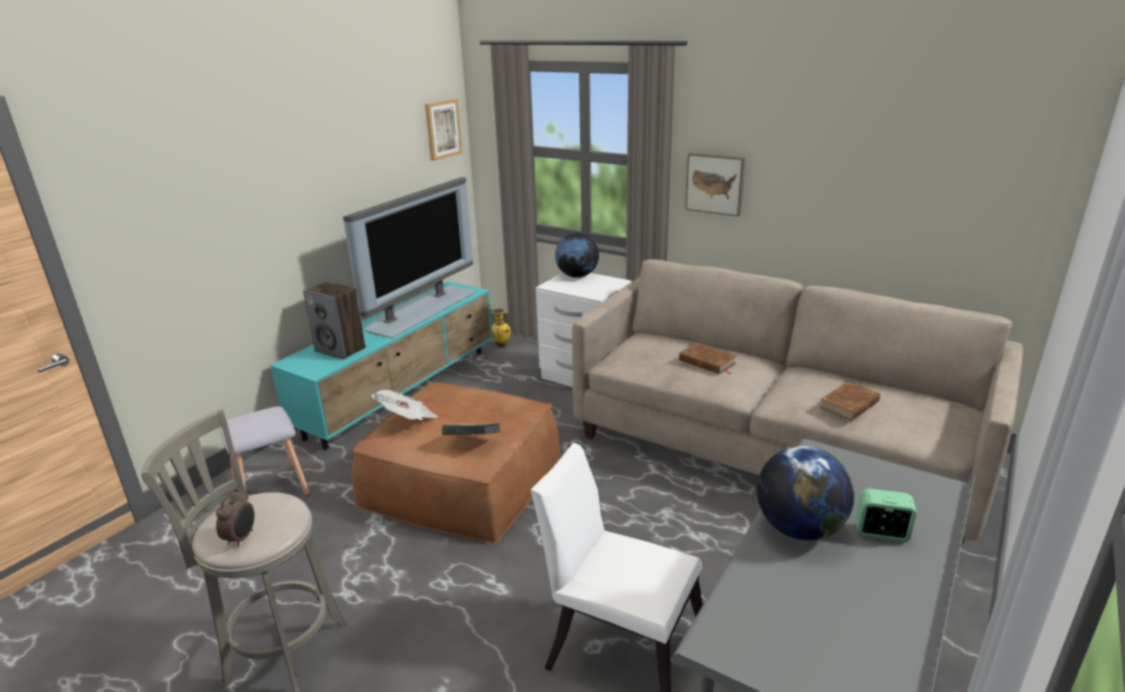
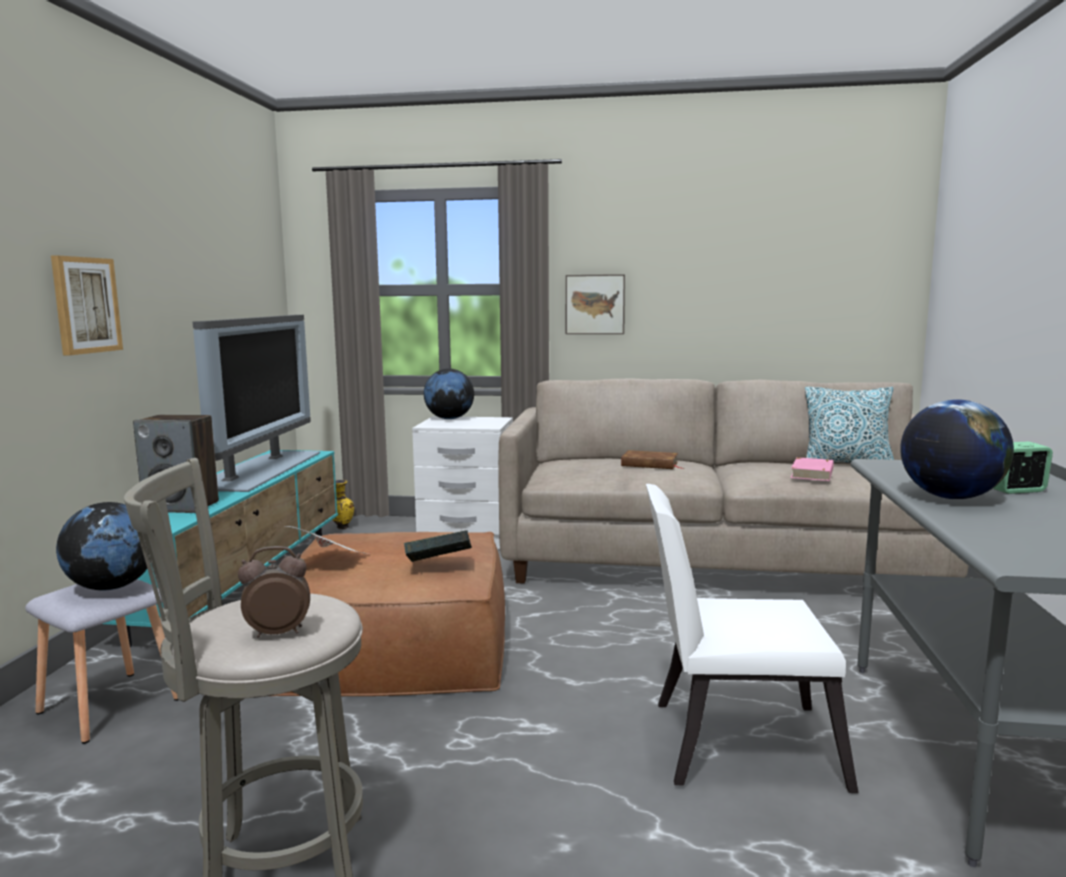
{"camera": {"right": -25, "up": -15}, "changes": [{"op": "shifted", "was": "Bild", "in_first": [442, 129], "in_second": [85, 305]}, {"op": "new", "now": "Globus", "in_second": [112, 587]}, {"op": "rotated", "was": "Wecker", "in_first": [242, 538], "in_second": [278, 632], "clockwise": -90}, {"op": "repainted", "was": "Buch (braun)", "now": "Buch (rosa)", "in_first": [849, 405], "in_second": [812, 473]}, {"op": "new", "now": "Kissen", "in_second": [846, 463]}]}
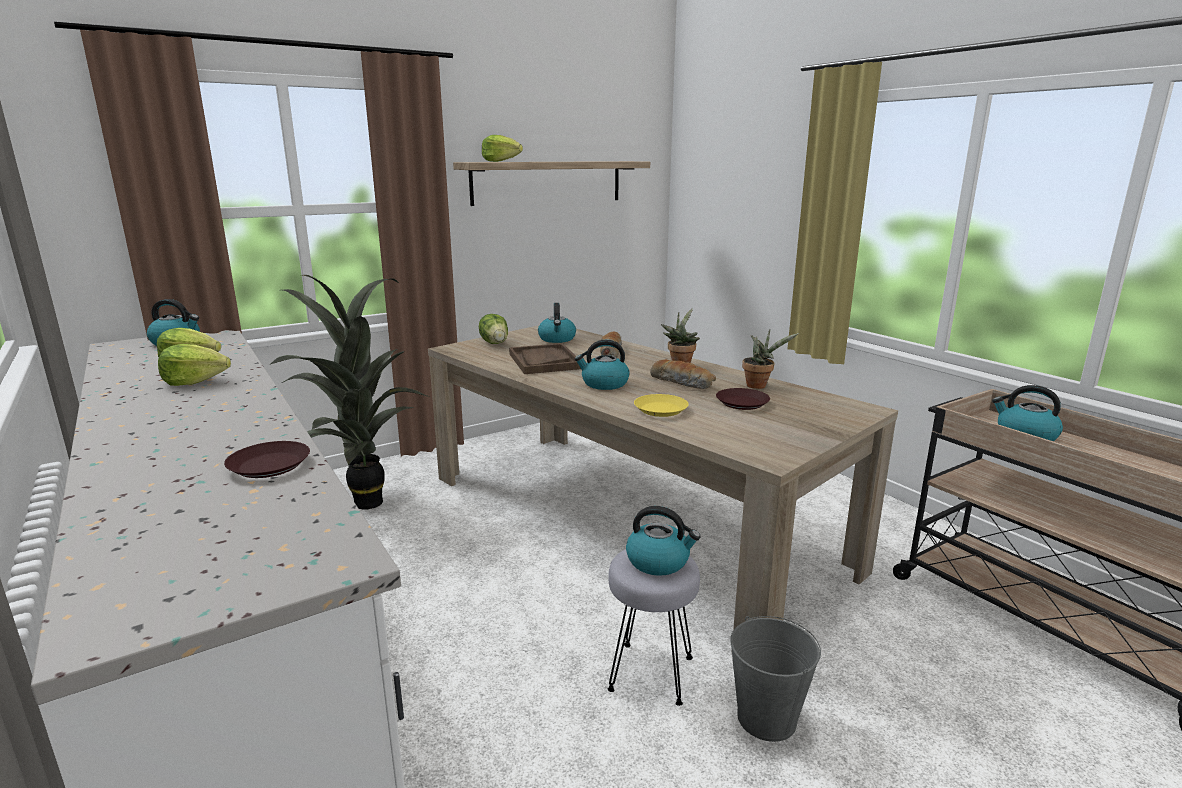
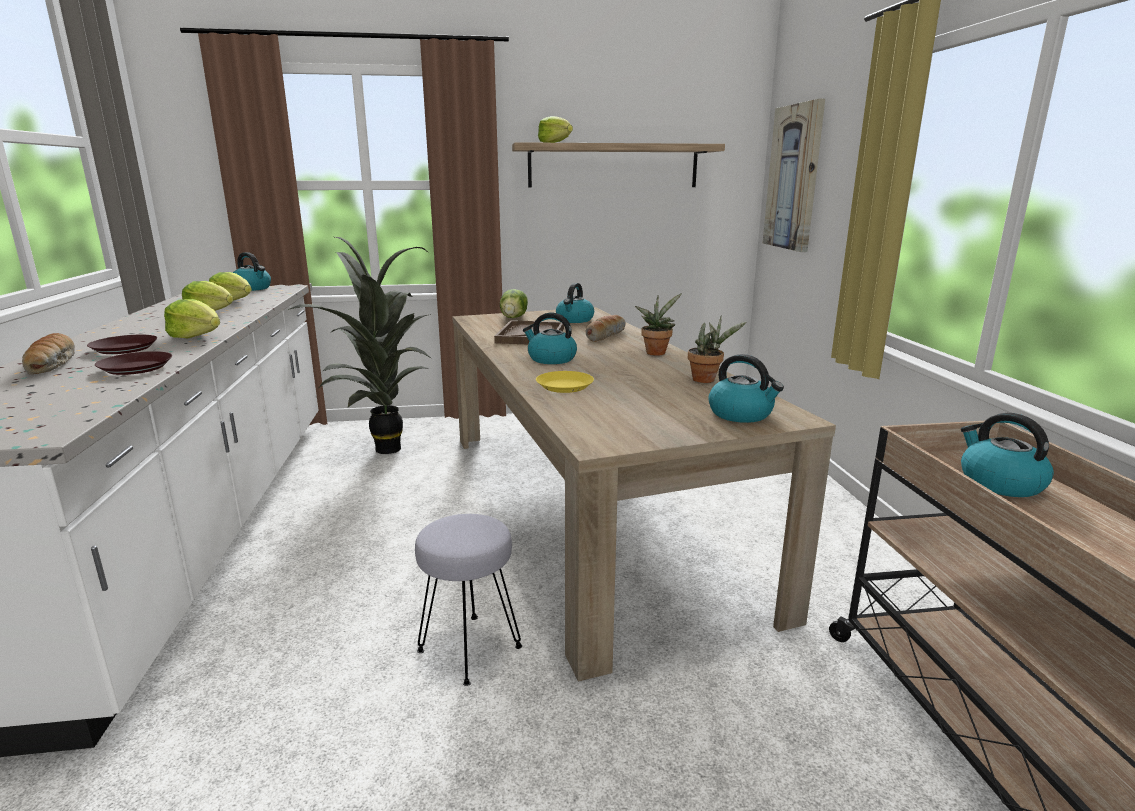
{"camera": {"right": 25, "up": 0}, "changes": [{"op": "shifted", "was": "Brot", "in_first": [682, 382], "in_second": [53, 365]}, {"op": "shifted", "was": "Teller (braun)", "in_first": [742, 403], "in_second": [125, 349]}, {"op": "new", "now": "Salatkopf", "in_second": [196, 336]}, {"op": "shifted", "was": "Wasserkessel", "in_first": [659, 561], "in_second": [741, 414]}, {"op": "new", "now": "Bild", "in_second": [794, 178]}, {"op": "gone", "was": "Eimer (grau)", "in_first": [766, 718]}]}
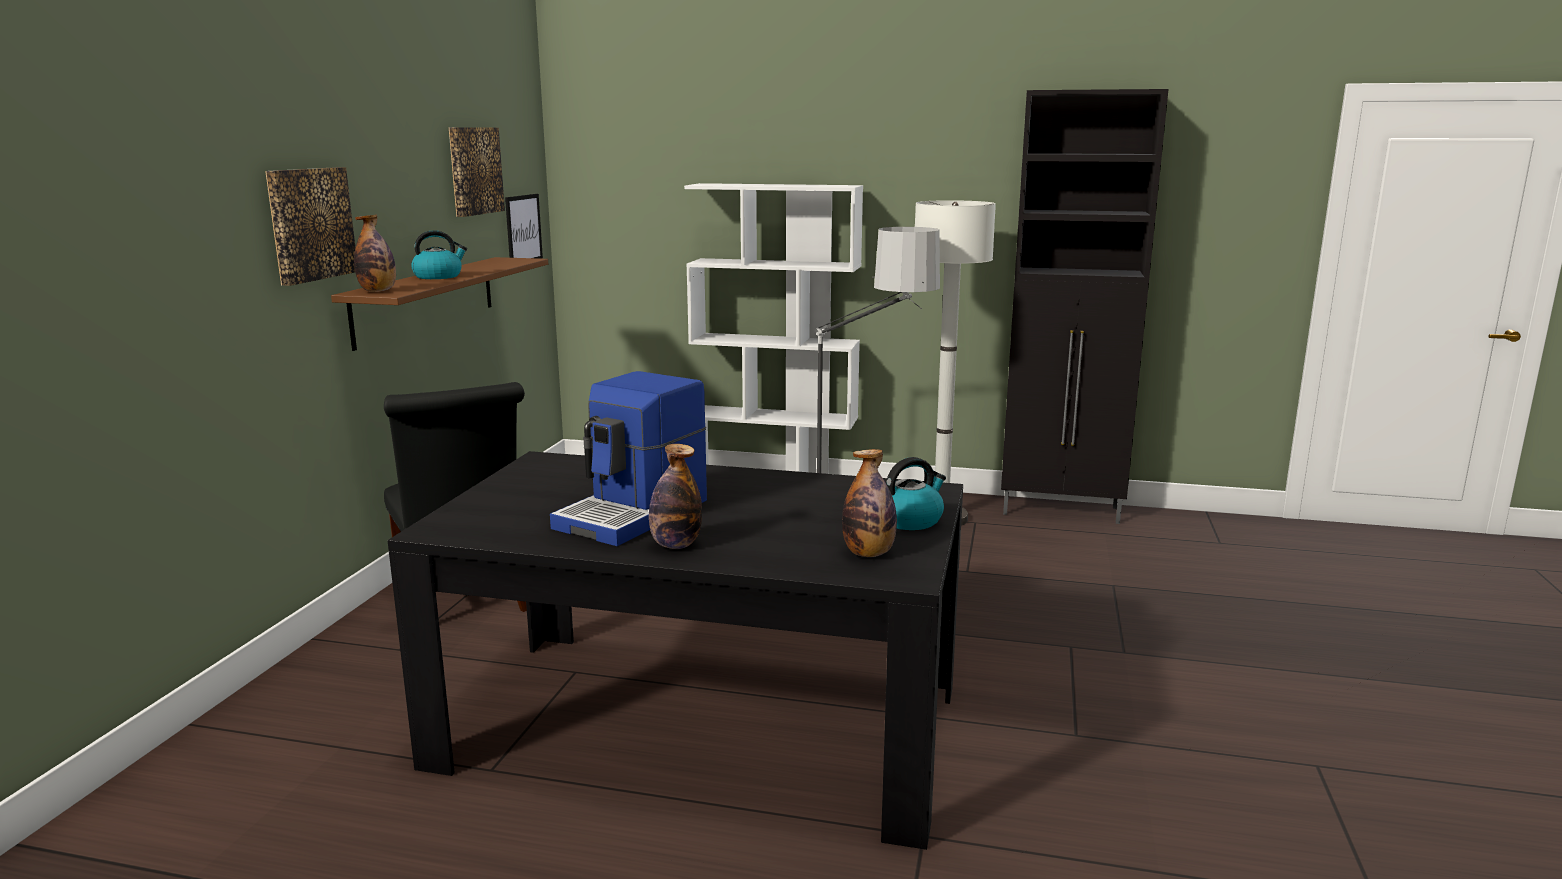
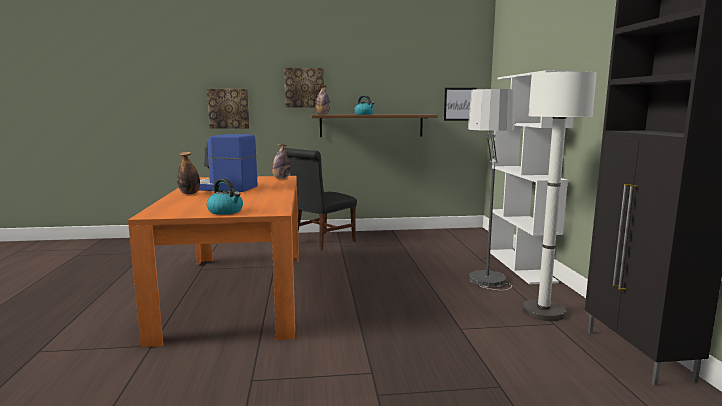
{"camera": {"right": 70, "up": -5}, "changes": [{"op": "repainted", "was": "Esstisch (schwarz)", "now": "Esstisch (orange)", "in_first": [702, 726], "in_second": [238, 292]}, {"op": "shifted", "was": "Bild", "in_first": [474, 171], "in_second": [228, 108]}, {"op": "shifted", "was": "Flasche", "in_first": [868, 553], "in_second": [281, 178]}]}
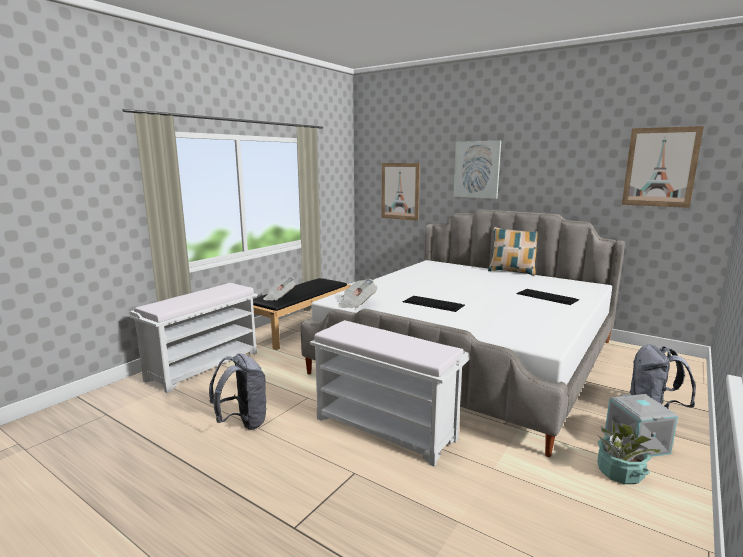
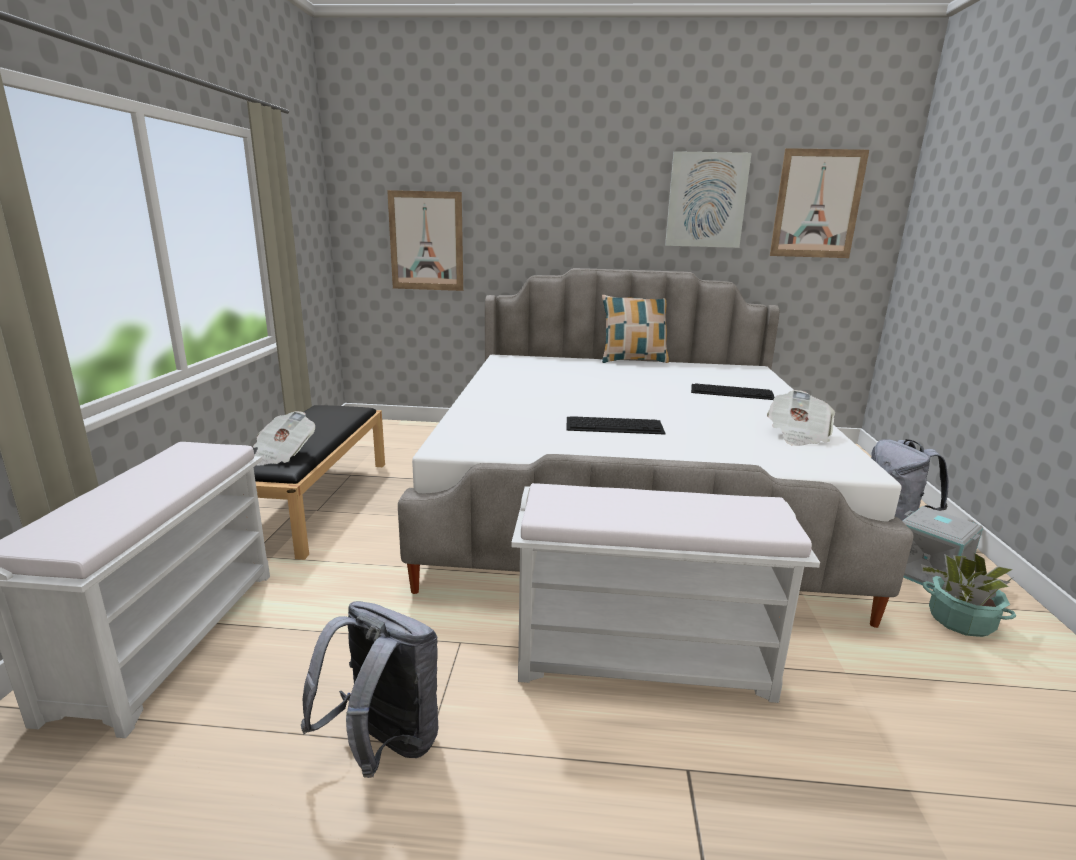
{"camera": {"right": -30, "up": 5}, "changes": [{"op": "shifted", "was": "Bild", "in_first": [477, 169], "in_second": [706, 200]}, {"op": "shifted", "was": "Zeitung", "in_first": [356, 304], "in_second": [797, 435]}]}
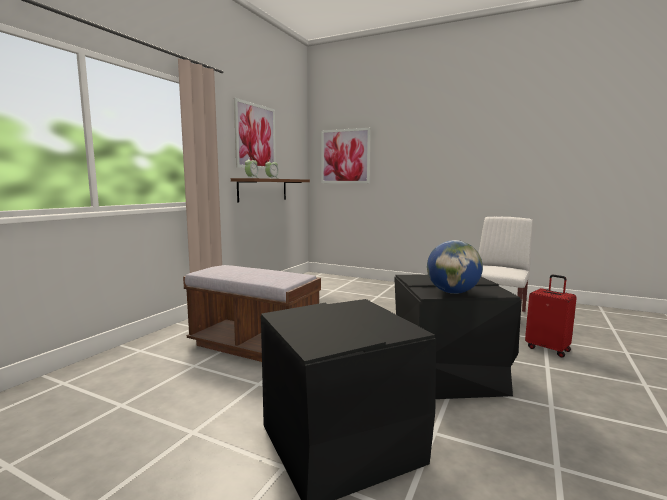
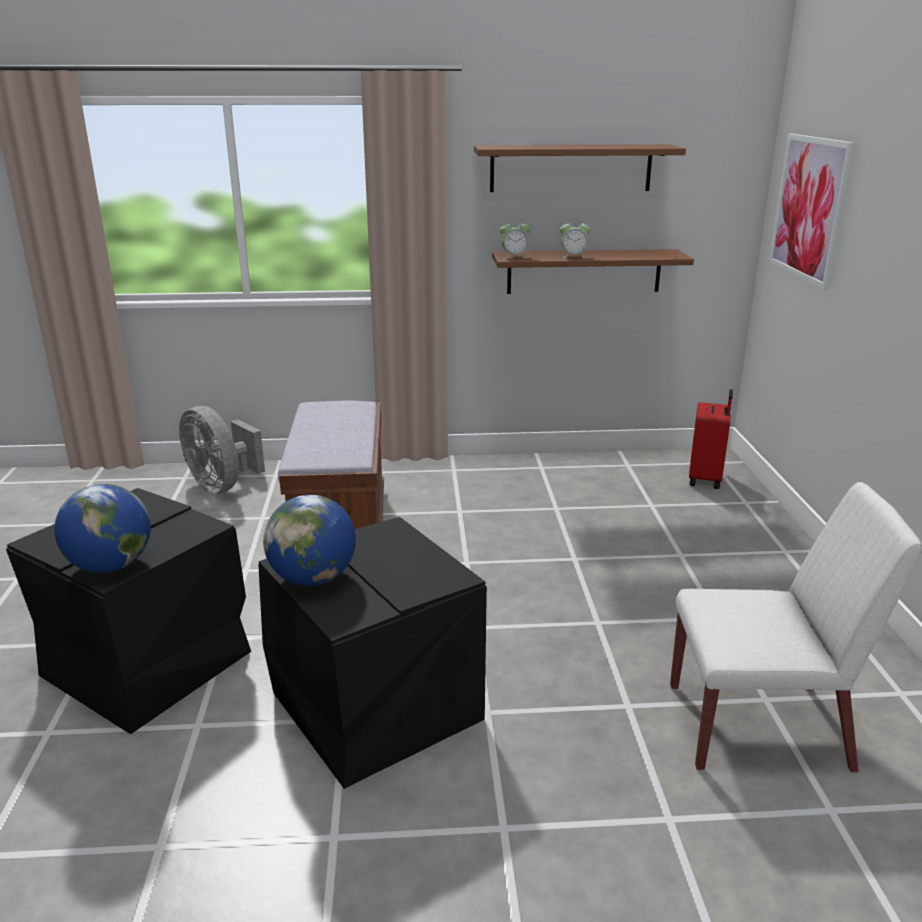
{"camera": {"right": 60, "up": 15}, "changes": [{"op": "new", "now": "Globus", "in_second": [111, 566]}, {"op": "new", "now": "Ventilator (grau)", "in_second": [222, 485]}, {"op": "swapped", "was": "Bild", "now": "Wandregal (braun)", "in_first": [255, 136], "in_second": [570, 168]}, {"op": "shifted", "was": "Koffer (rot)", "in_first": [548, 349], "in_second": [706, 479]}]}
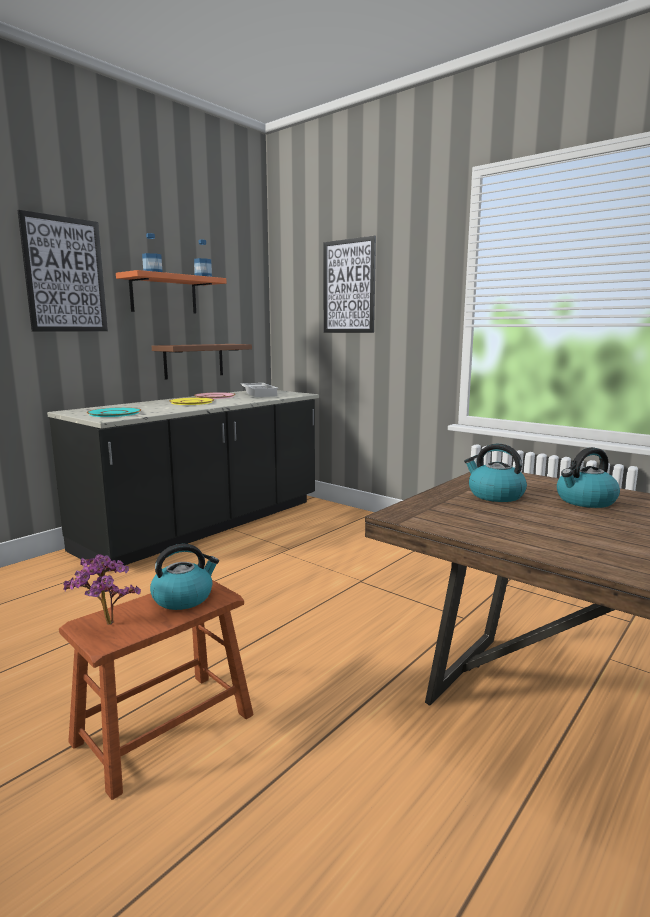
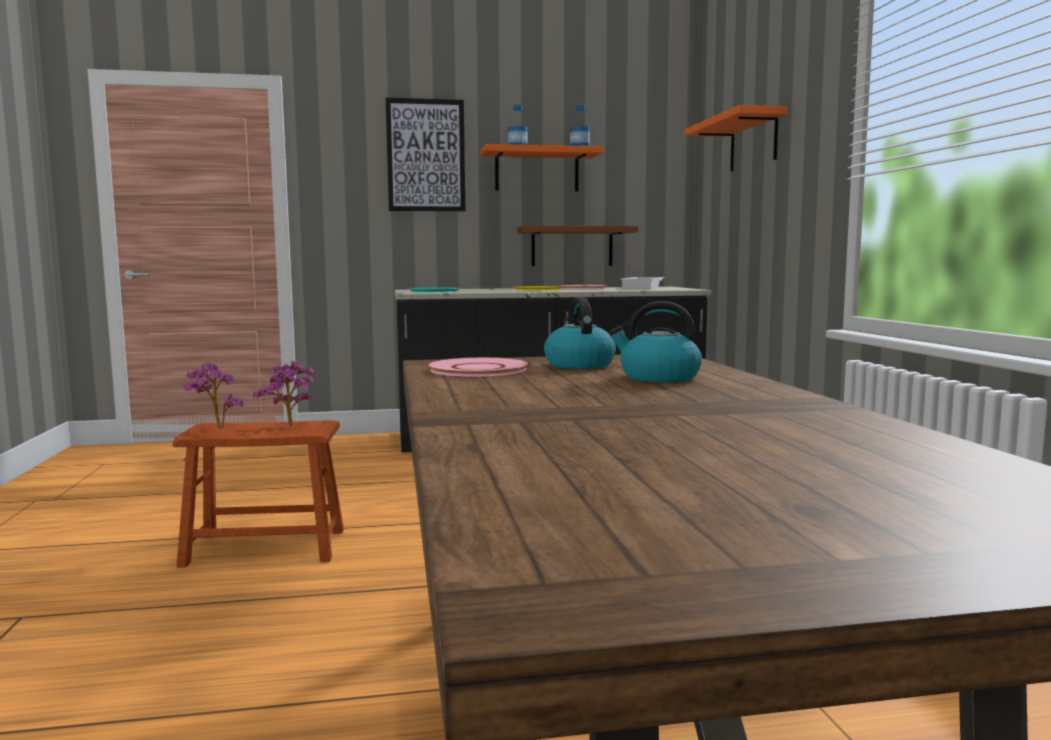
{"camera": {"right": 40, "up": -5}, "changes": [{"op": "swapped", "was": "Wasserkessel", "now": "Topfpflanze", "in_first": [183, 598], "in_second": [291, 427]}, {"op": "new", "now": "Teller (rosa)", "in_second": [478, 369]}, {"op": "swapped", "was": "Bild", "now": "Wandregal (orange)", "in_first": [349, 286], "in_second": [753, 142]}]}
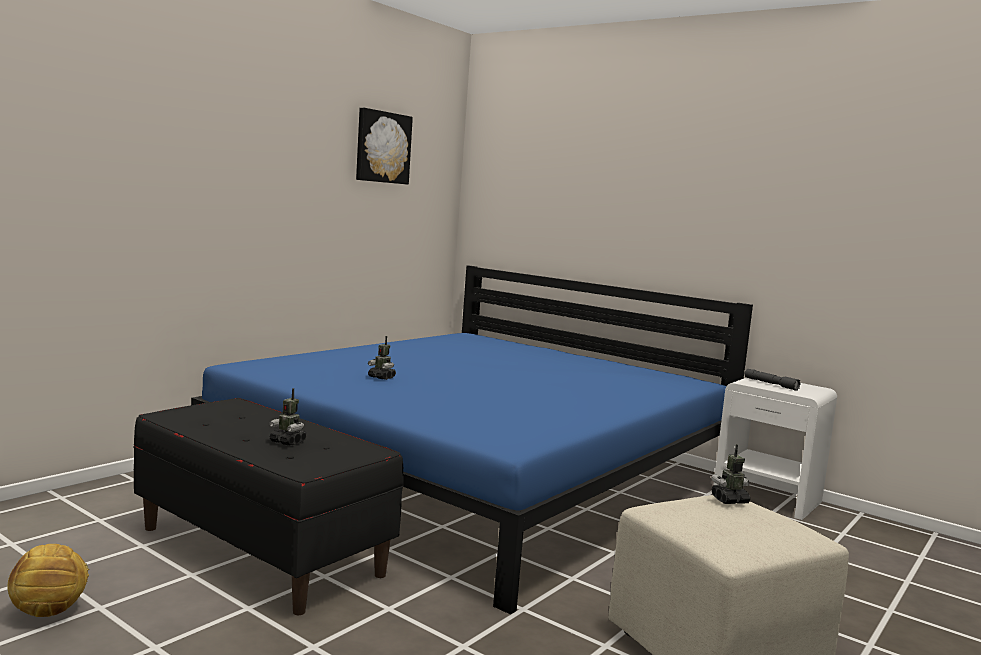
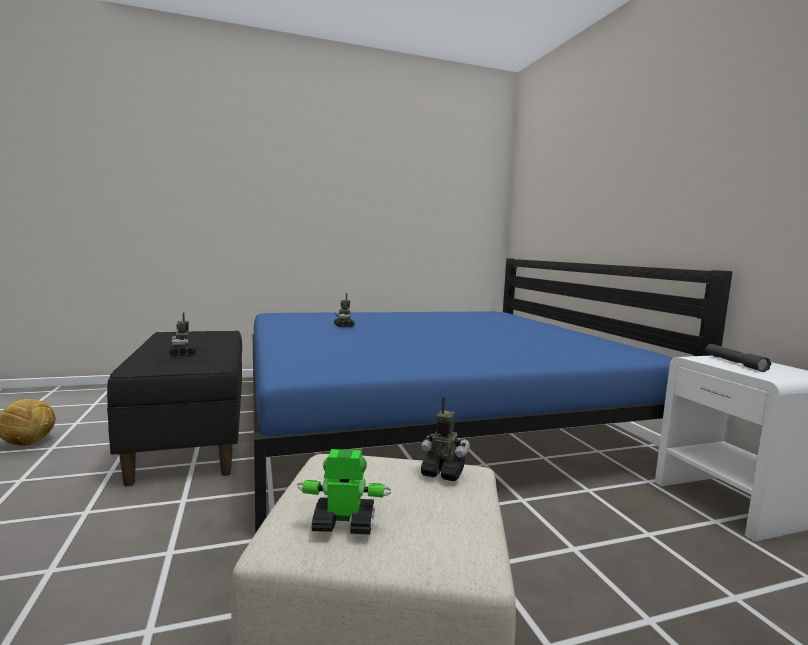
{"camera": {"right": 35, "up": 0}, "changes": [{"op": "new", "now": "Spielzeugroboter", "in_second": [343, 524]}, {"op": "gone", "was": "Bild", "in_first": [382, 147]}]}
